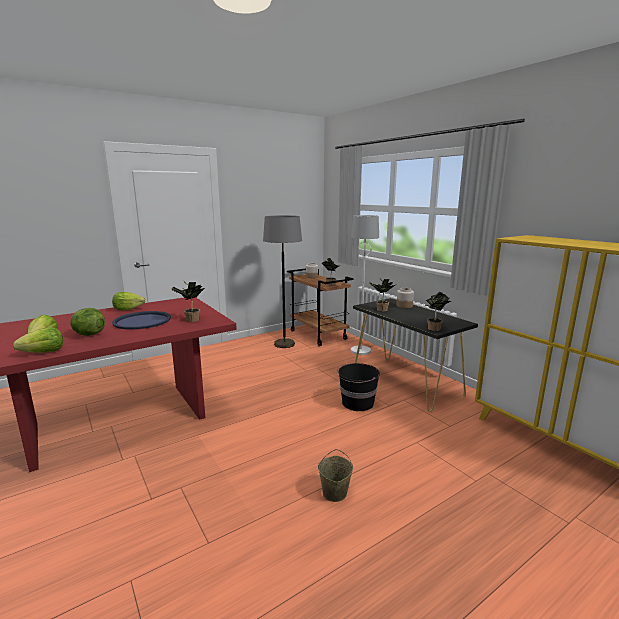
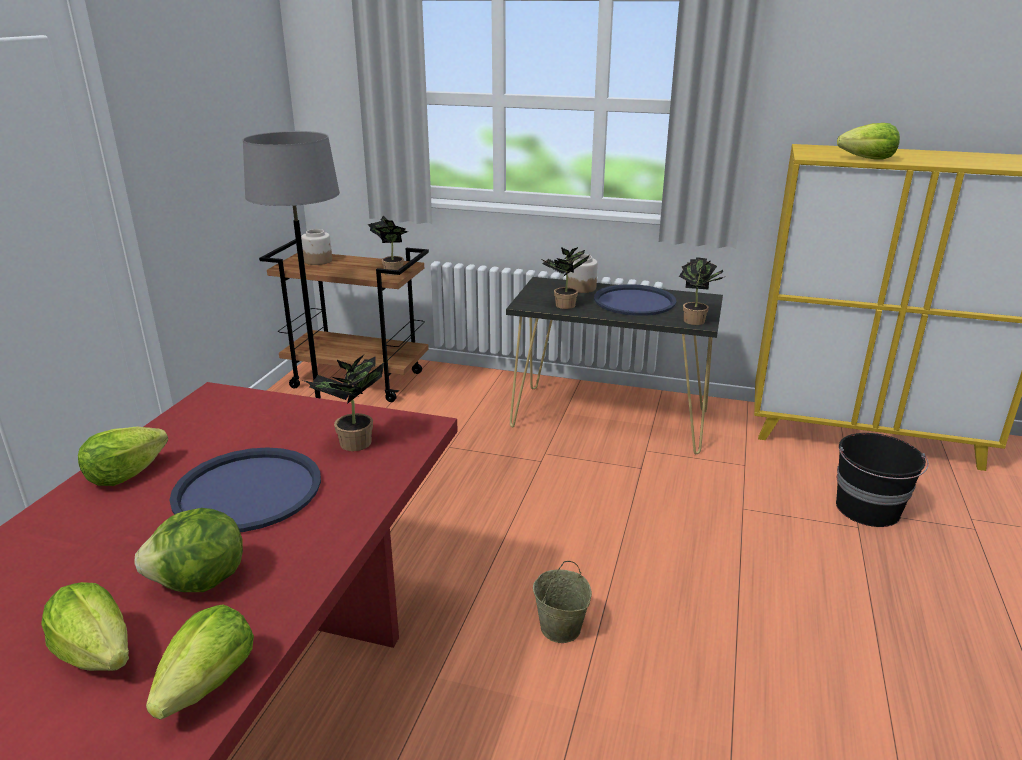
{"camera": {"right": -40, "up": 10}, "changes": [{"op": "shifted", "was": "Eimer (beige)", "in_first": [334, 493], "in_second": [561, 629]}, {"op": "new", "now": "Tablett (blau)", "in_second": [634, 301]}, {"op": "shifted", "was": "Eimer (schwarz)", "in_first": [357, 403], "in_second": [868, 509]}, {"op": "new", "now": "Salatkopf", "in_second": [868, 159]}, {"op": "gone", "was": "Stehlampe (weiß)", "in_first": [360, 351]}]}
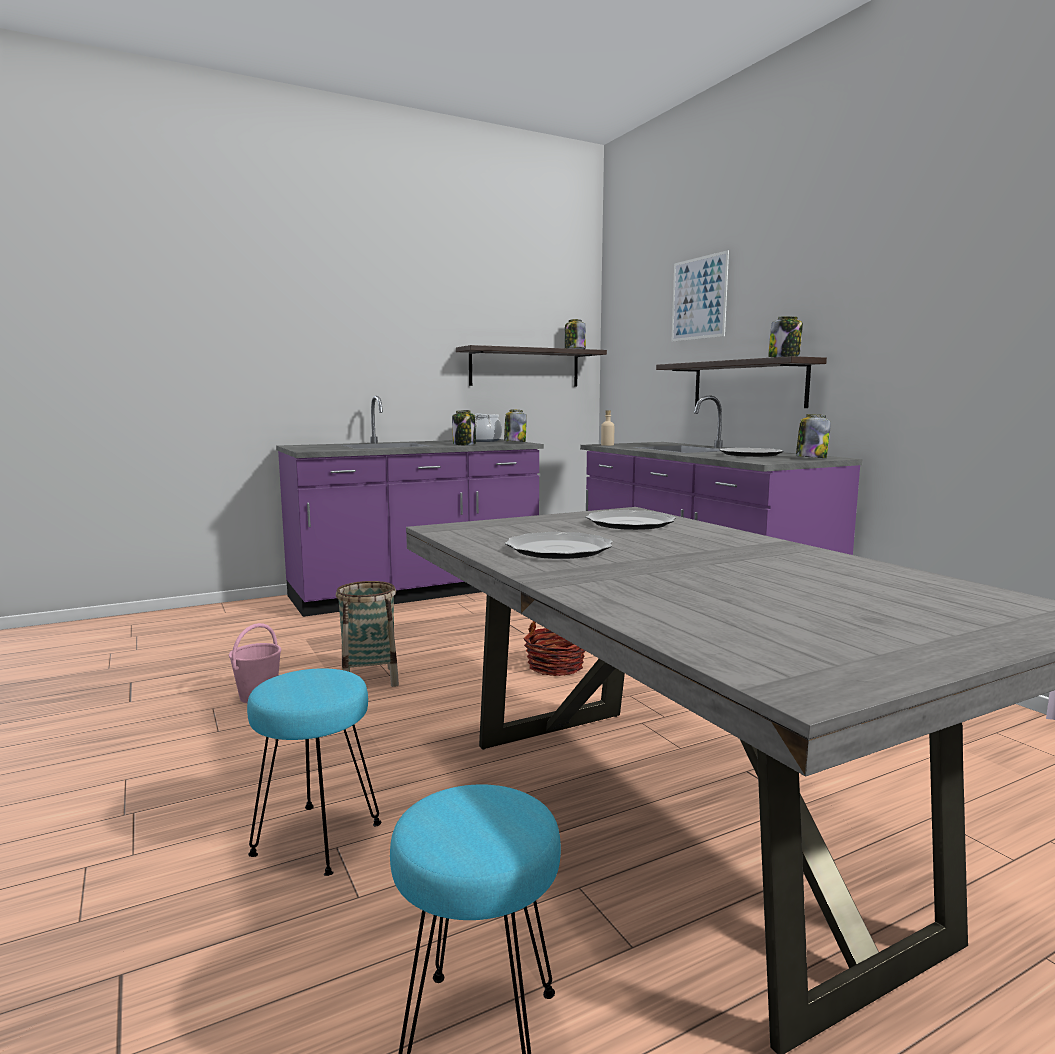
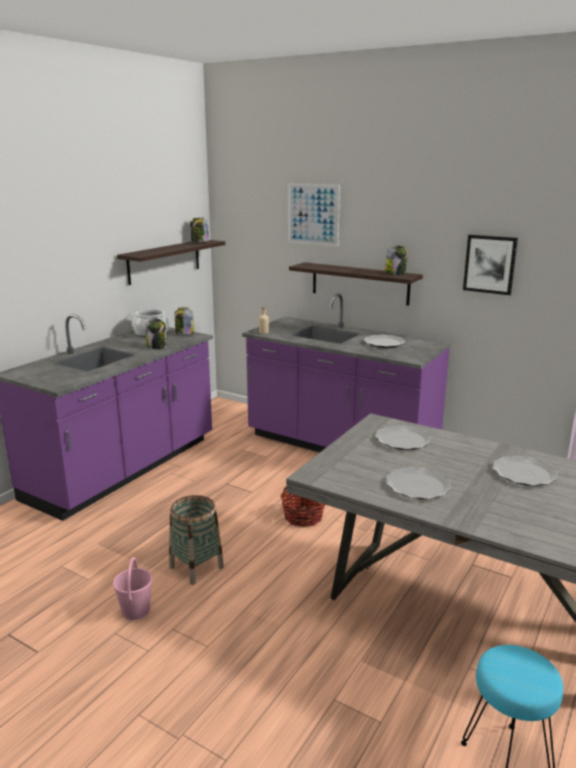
{"camera": {"right": -30, "up": 10}, "changes": [{"op": "new", "now": "Bild", "in_second": [490, 264]}, {"op": "new", "now": "Teller", "in_second": [524, 473]}, {"op": "gone", "was": "Hocker (türkis)", "in_first": [316, 838]}, {"op": "gone", "was": "Vorratsglas", "in_first": [811, 458]}]}
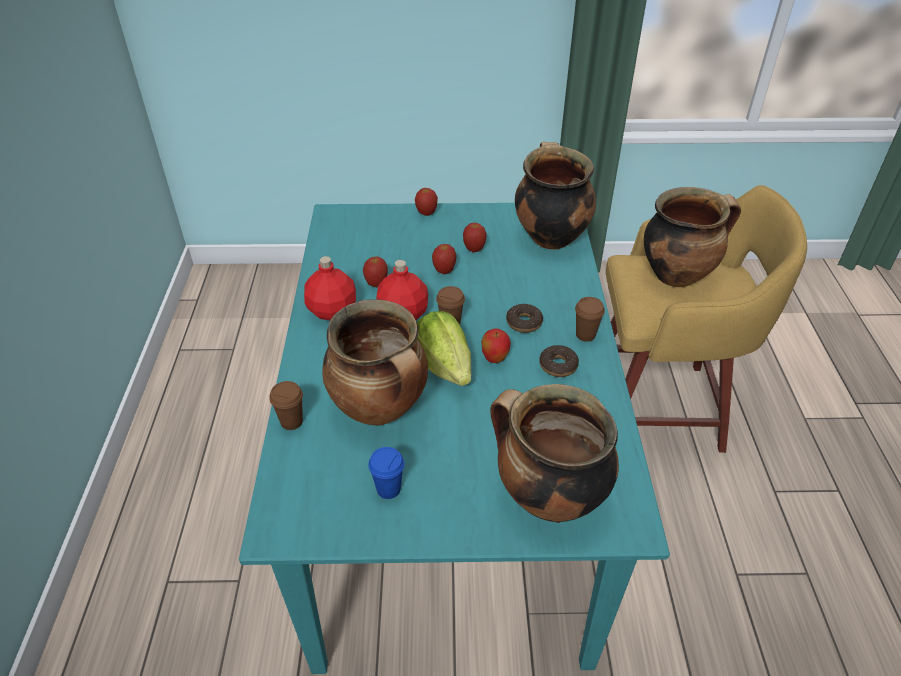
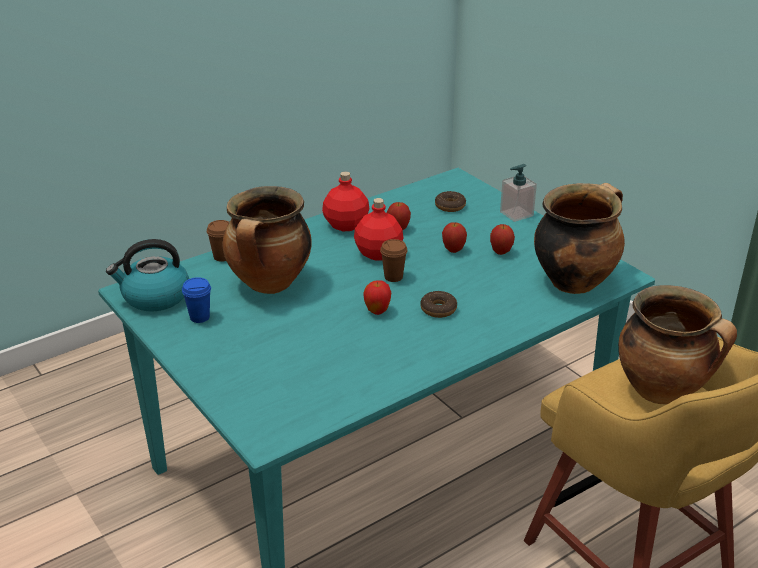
{"camera": {"right": 55, "up": -10}, "changes": [{"op": "new", "now": "Wasserkessel", "in_second": [154, 297]}, {"op": "shifted", "was": "Donut", "in_first": [558, 365], "in_second": [450, 206]}, {"op": "swapped", "was": "Apfel", "now": "Seifenspender", "in_first": [426, 213], "in_second": [516, 214]}, {"op": "gone", "was": "Salatkopf", "in_first": [444, 366]}, {"op": "gone", "was": "Kochtopf", "in_first": [547, 498]}, {"op": "gone", "was": "Tasse (braun)", "in_first": [585, 335]}]}
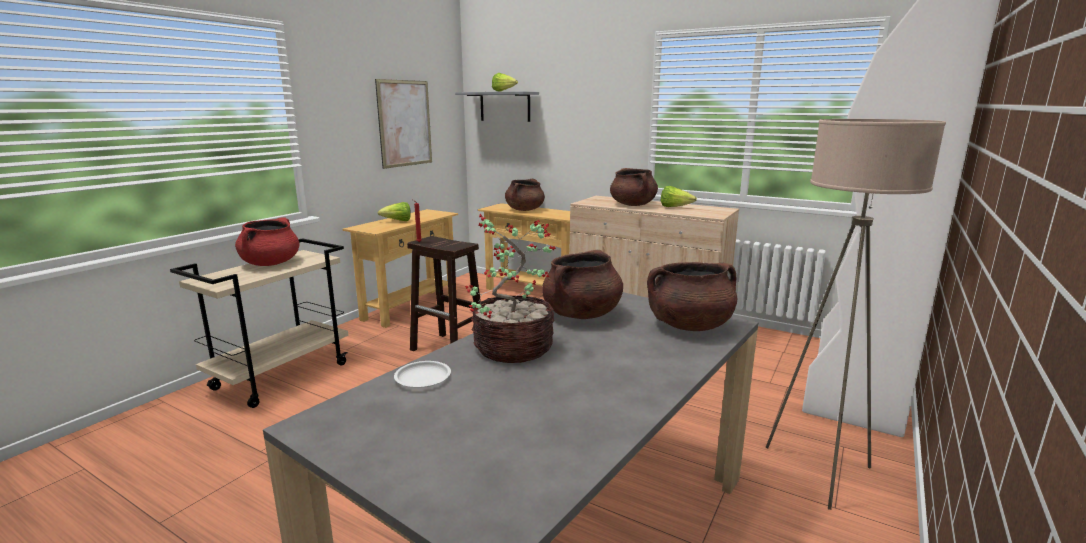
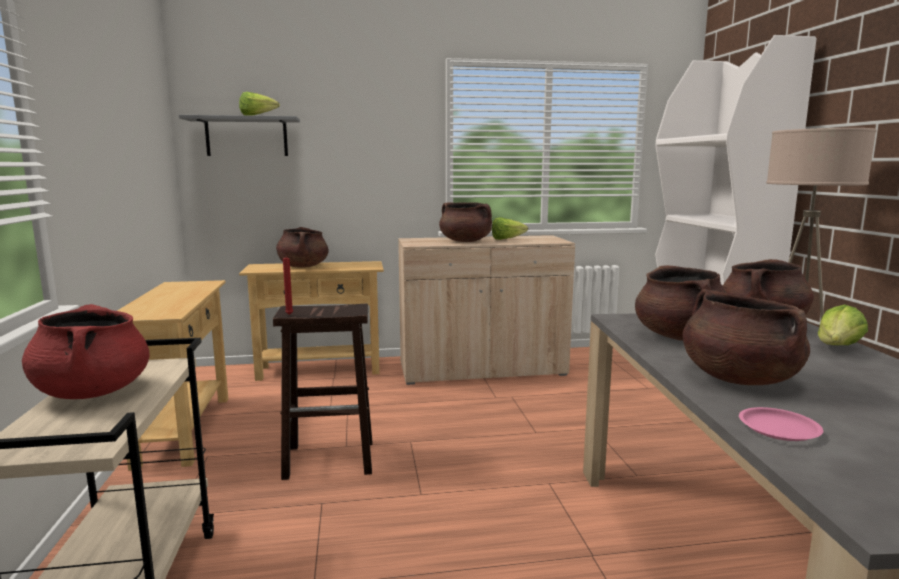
{"camera": {"right": -40, "up": -5}, "changes": [{"op": "swapped", "was": "Topfpflanze", "now": "Kochtopf (braun)", "in_first": [511, 349], "in_second": [738, 378]}, {"op": "repainted", "was": "Teller (weiß)", "now": "Teller (rosa)", "in_first": [423, 378], "in_second": [779, 429]}, {"op": "shifted", "was": "Salatkopf", "in_first": [398, 221], "in_second": [837, 348]}, {"op": "gone", "was": "Bild", "in_first": [405, 123]}]}
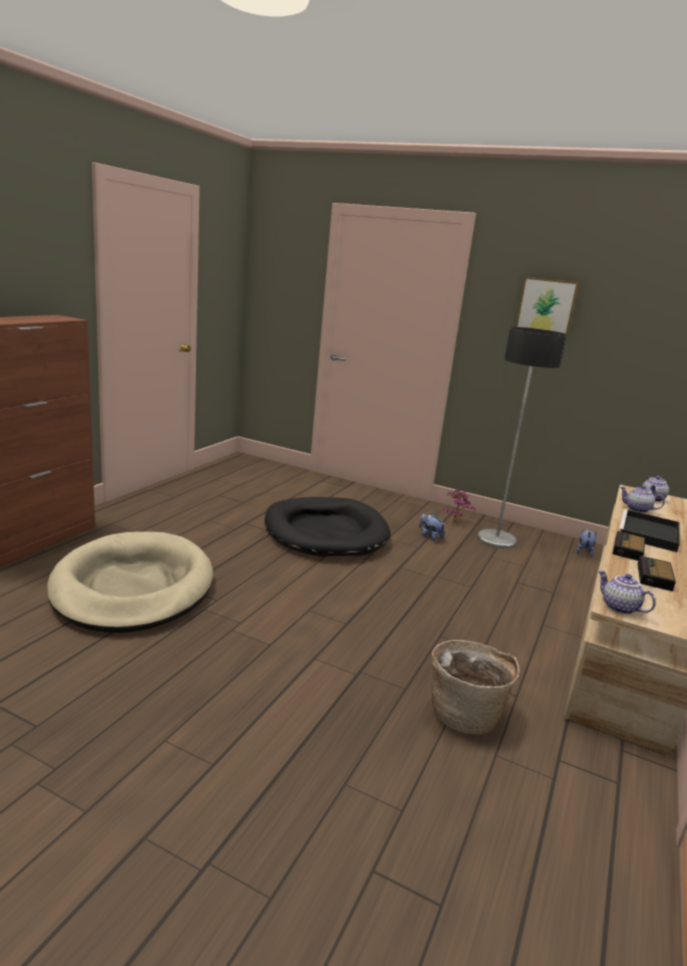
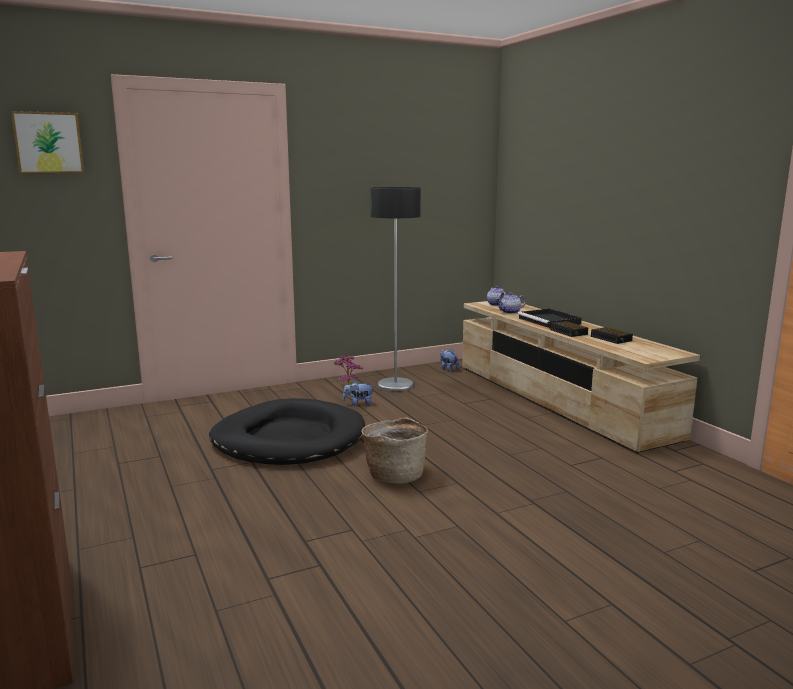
{"camera": {"right": -50, "up": -5}, "changes": [{"op": "shifted", "was": "Bild", "in_first": [546, 306], "in_second": [48, 143]}, {"op": "shifted", "was": "Korb", "in_first": [465, 713], "in_second": [395, 475]}, {"op": "gone", "was": "Hundebett (beige)", "in_first": [133, 587]}, {"op": "gone", "was": "Teekanne", "in_first": [619, 607]}]}
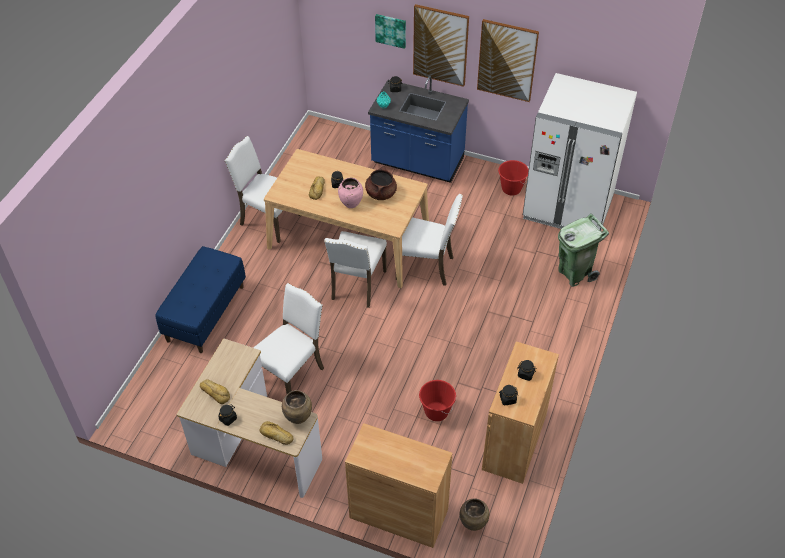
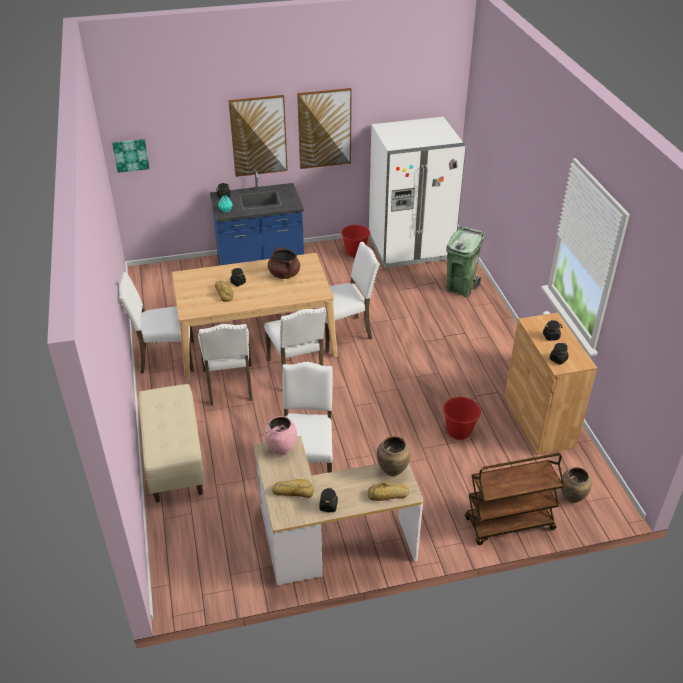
{"camera": {"right": -35, "up": -10}, "changes": [{"op": "shifted", "was": "Bild", "in_first": [391, 30], "in_second": [131, 155]}, {"op": "repainted", "was": "Bank (blau)", "now": "Bank (beige)", "in_first": [205, 313], "in_second": [174, 459]}, {"op": "new", "now": "Stuhl (weiß)", "in_second": [229, 385]}, {"op": "shifted", "was": "Vase (rosa)", "in_first": [351, 204], "in_second": [281, 450]}, {"op": "swapped", "was": "Schrank (braun)", "now": "Rollwagen (braun)", "in_first": [398, 513], "in_second": [509, 524]}]}
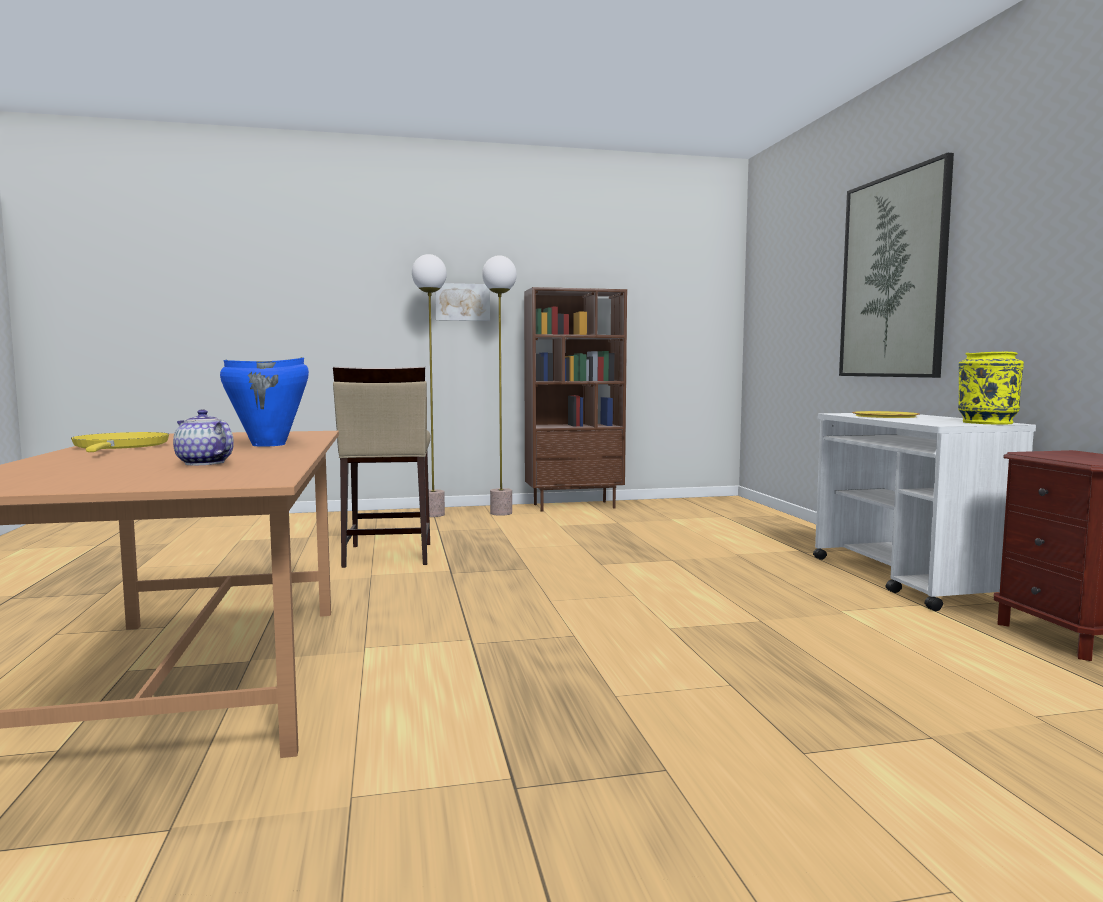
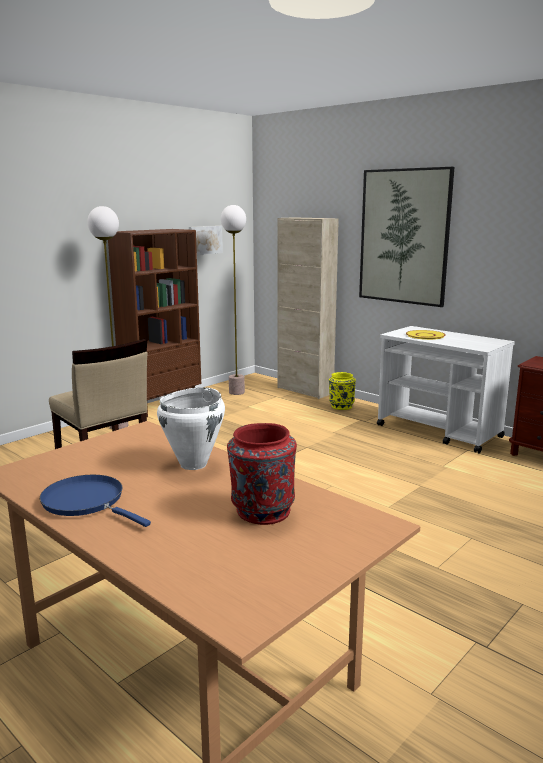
{"camera": {"right": -35, "up": 10}, "changes": [{"op": "repainted", "was": "Pfanne (gelb)", "now": "Pfanne (blau)", "in_first": [120, 447], "in_second": [87, 502]}, {"op": "repainted", "was": "Kochtopf (blau)", "now": "Kochtopf (weiß)", "in_first": [269, 445], "in_second": [194, 464]}, {"op": "shifted", "was": "Bild", "in_first": [462, 302], "in_second": [204, 240]}, {"op": "shifted", "was": "Stehlampe", "in_first": [434, 514], "in_second": [237, 392]}, {"op": "swapped", "was": "Teekanne", "now": "Vase (rot)", "in_first": [203, 463], "in_second": [262, 512]}, {"op": "new", "now": "Schrank (beige)", "in_second": [305, 390]}, {"op": "shifted", "was": "Vase (gelb)", "in_first": [986, 422], "in_second": [341, 406]}]}
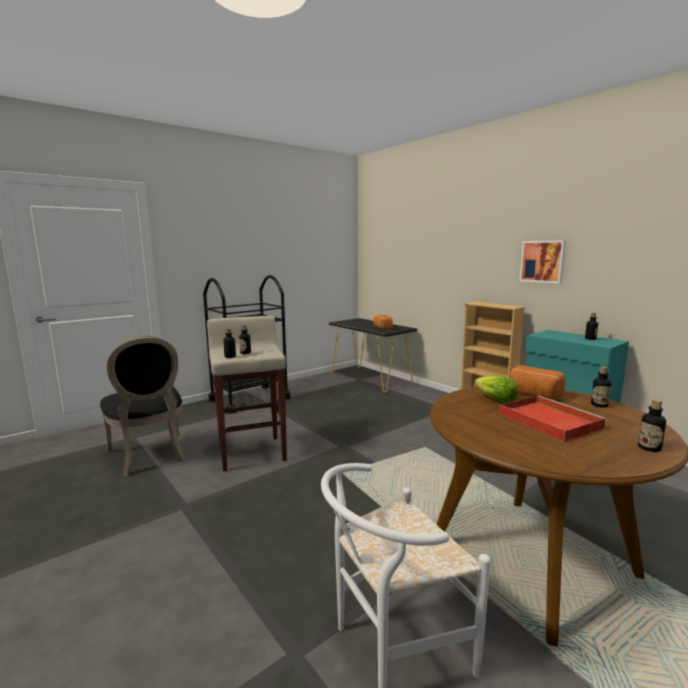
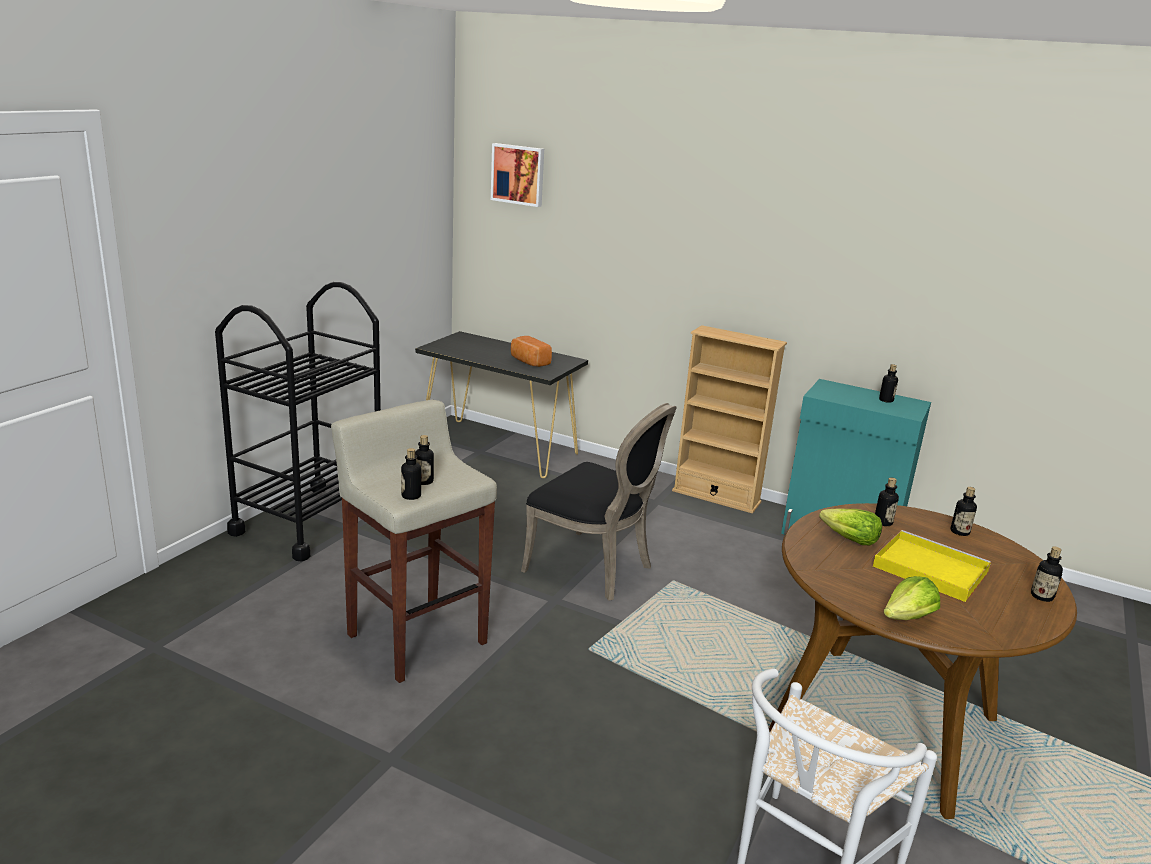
{"camera": {"right": -25, "up": 10}, "changes": [{"op": "shifted", "was": "Bild", "in_first": [543, 261], "in_second": [518, 174]}, {"op": "shifted", "was": "Stuhl (schwarz)", "in_first": [150, 456], "in_second": [594, 568]}, {"op": "repainted", "was": "Tablett (rot)", "now": "Tablett (gelb)", "in_first": [547, 420], "in_second": [927, 569]}, {"op": "swapped", "was": "Brot", "now": "Flasche", "in_first": [533, 395], "in_second": [883, 522]}, {"op": "new", "now": "Salatkopf", "in_second": [908, 618]}]}
